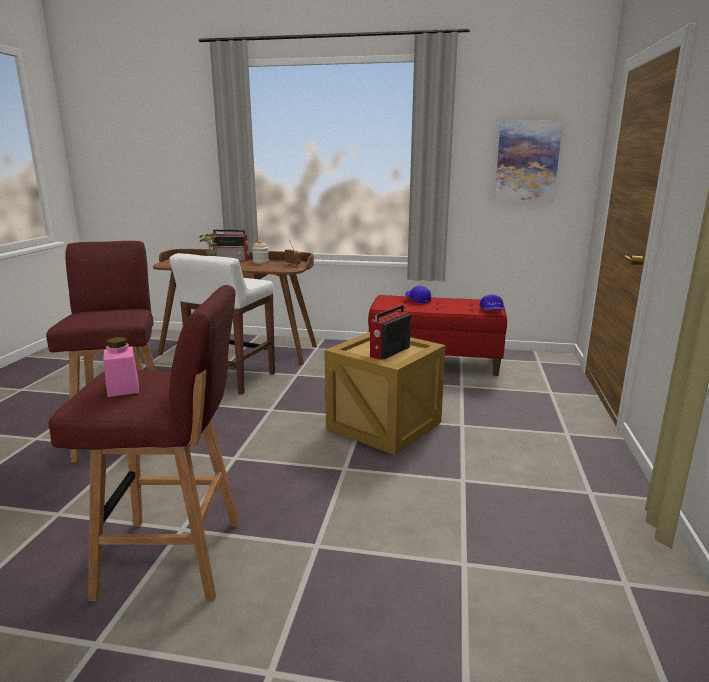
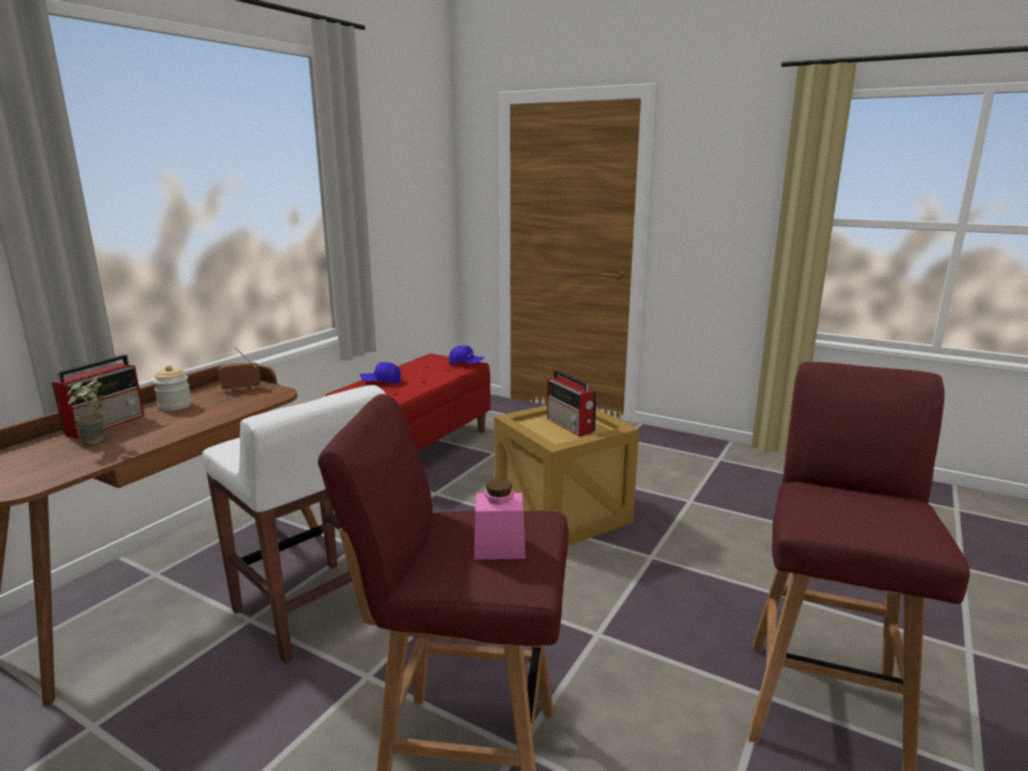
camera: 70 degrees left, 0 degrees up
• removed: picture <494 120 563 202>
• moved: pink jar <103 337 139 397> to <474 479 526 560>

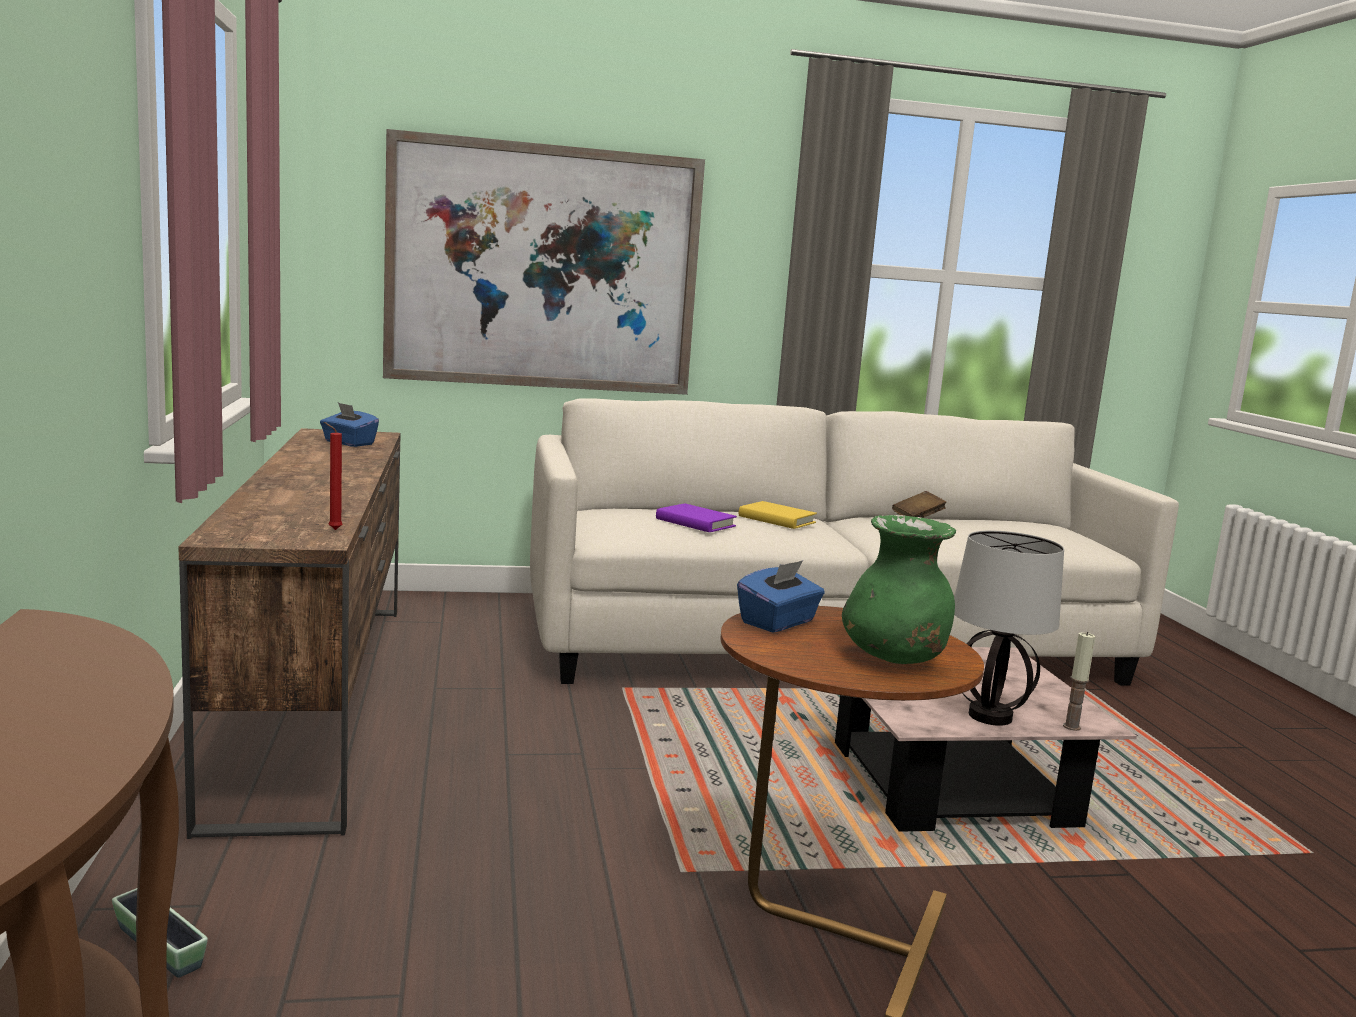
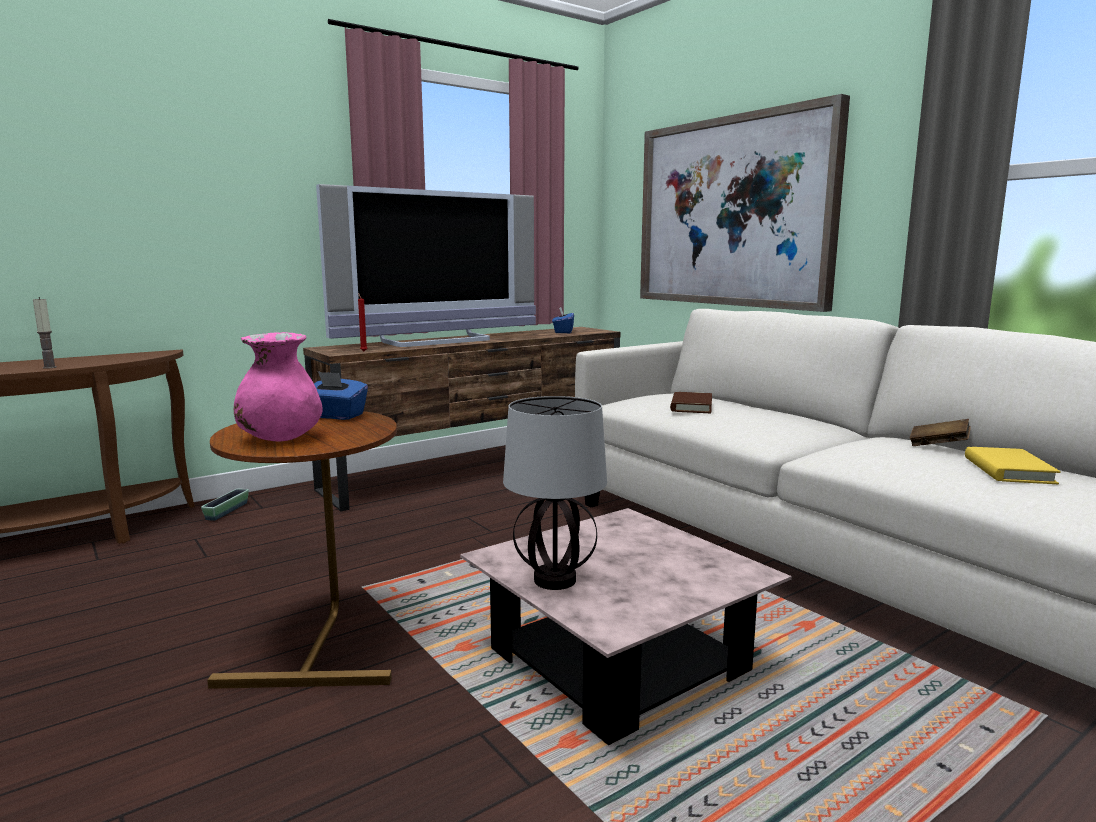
camera: 65 degrees right, 0 degrees up
• added: television <316 184 536 347>
• moved: yellow book <739 501 817 529> to <965 447 1061 484>
• moved: candle <1063 632 1095 731> to <33 297 57 369>
• recoloured: purple book <656 503 737 532> to brown book <670 392 712 413>
• recoloured: green vase <842 515 956 664> to pink vase <234 332 323 441>

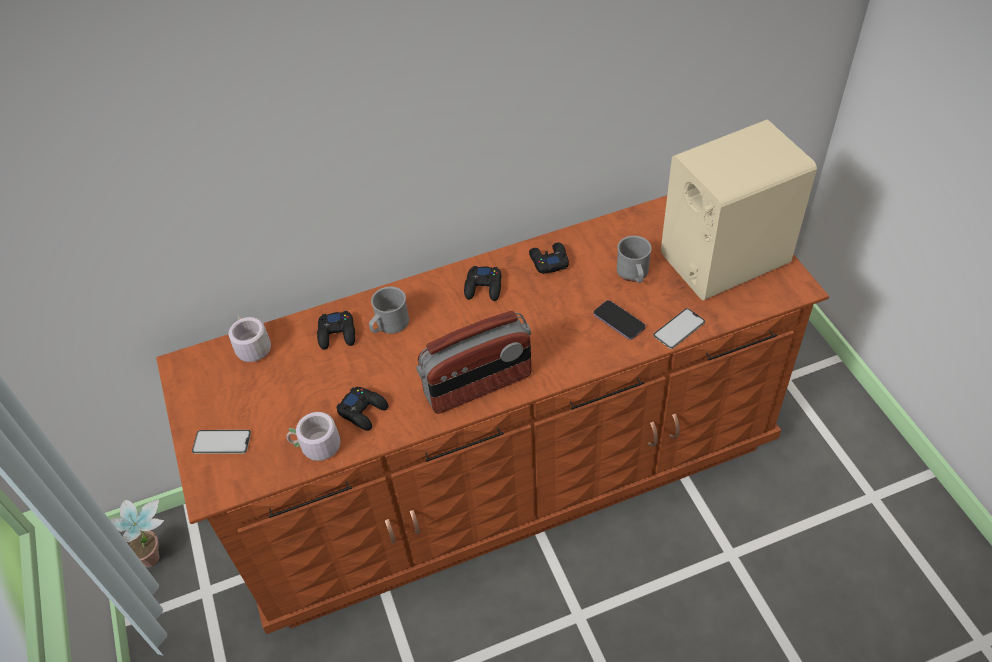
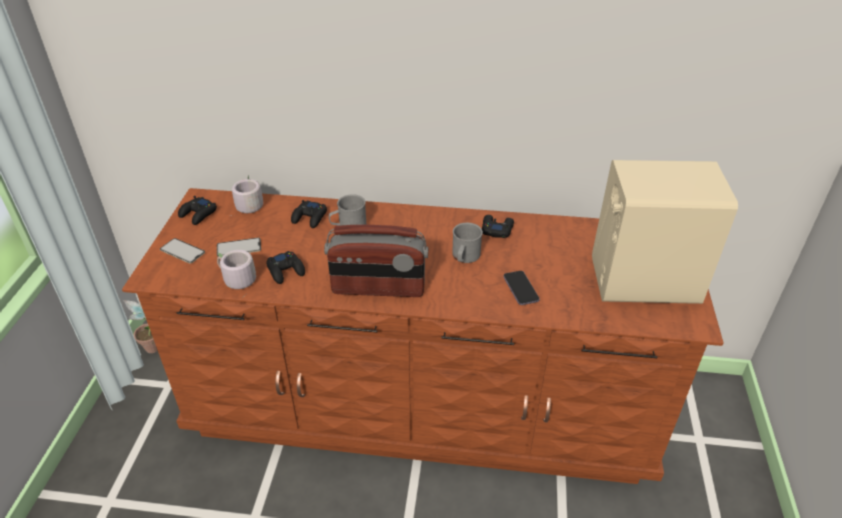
camera: 25 degrees right, 10 degrees down
• moved: black game controller <464 266 501 301> to <178 196 217 225>
• moved: grey mug <617 236 652 283> to <452 223 483 263>
• moved: phone <653 308 705 349> to <217 238 261 257>

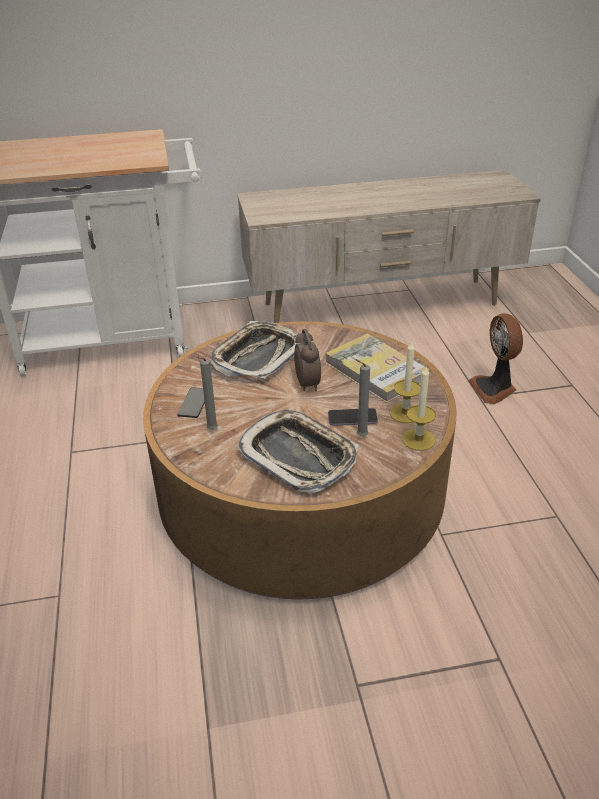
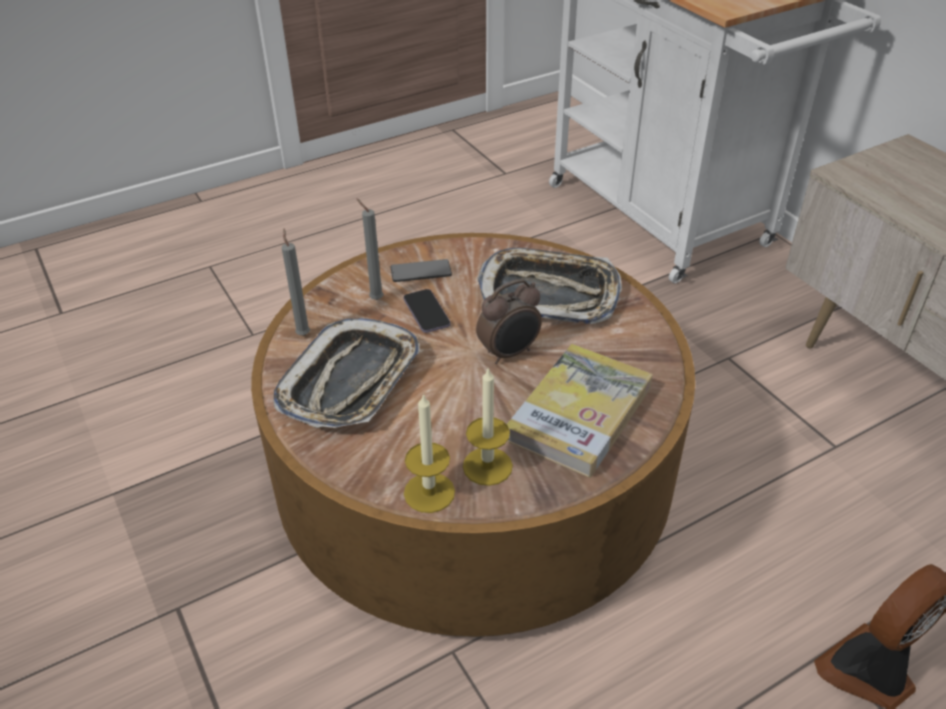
camera: 70 degrees right, 5 degrees up
• moved: phone <328 408 378 426> to <404 289 451 333>
• moved: grey candle <355 359 370 436> to <282 229 310 335>

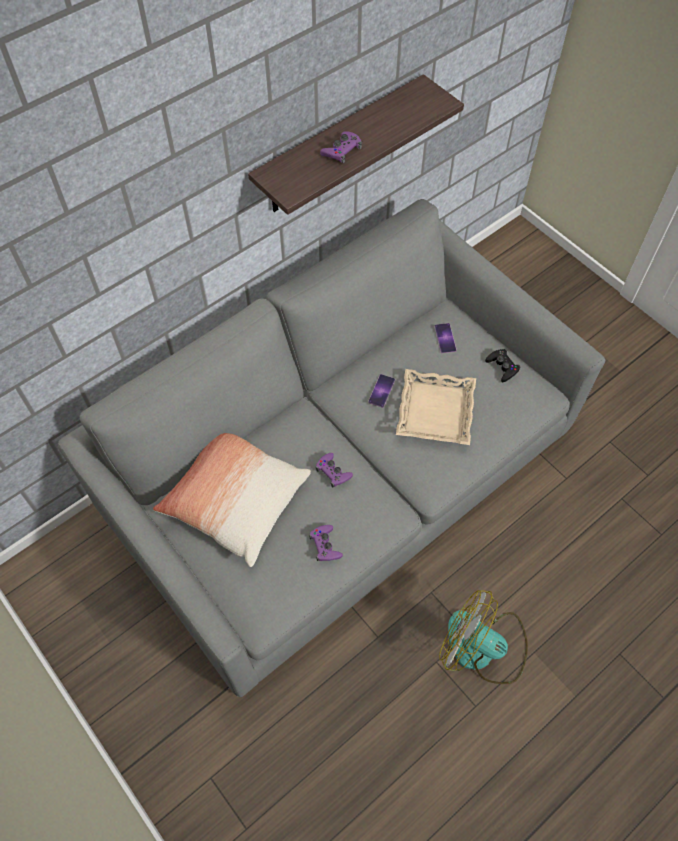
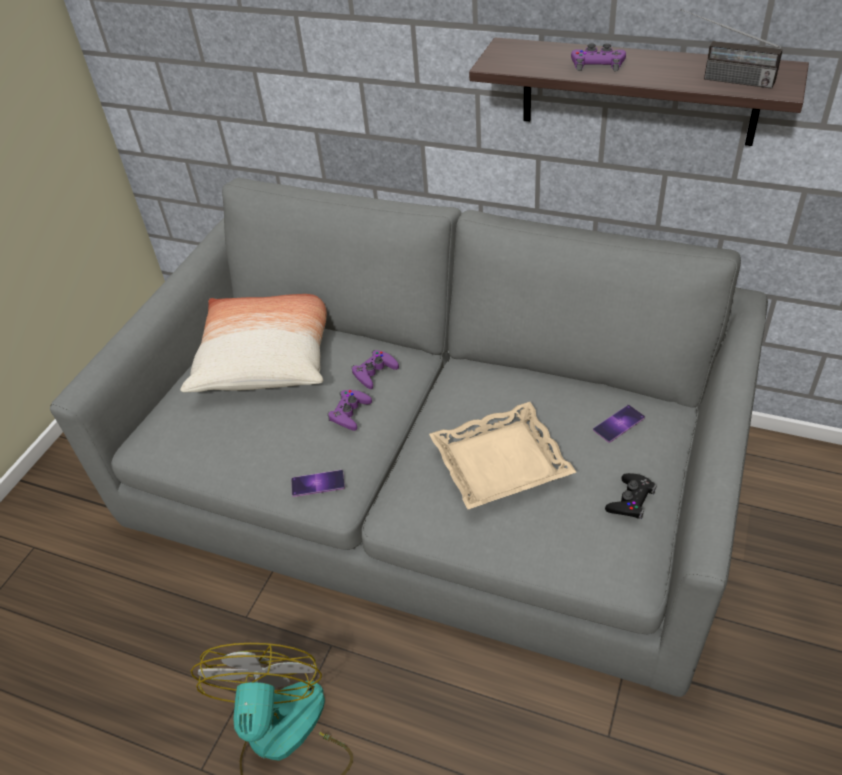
camera: 65 degrees right, 15 degrees down
• added: radio <680 9 782 89>
• moved: purple game controller <309 525 343 561> to <351 350 399 389>
• moved: phone <368 374 395 408> to <291 470 345 497>

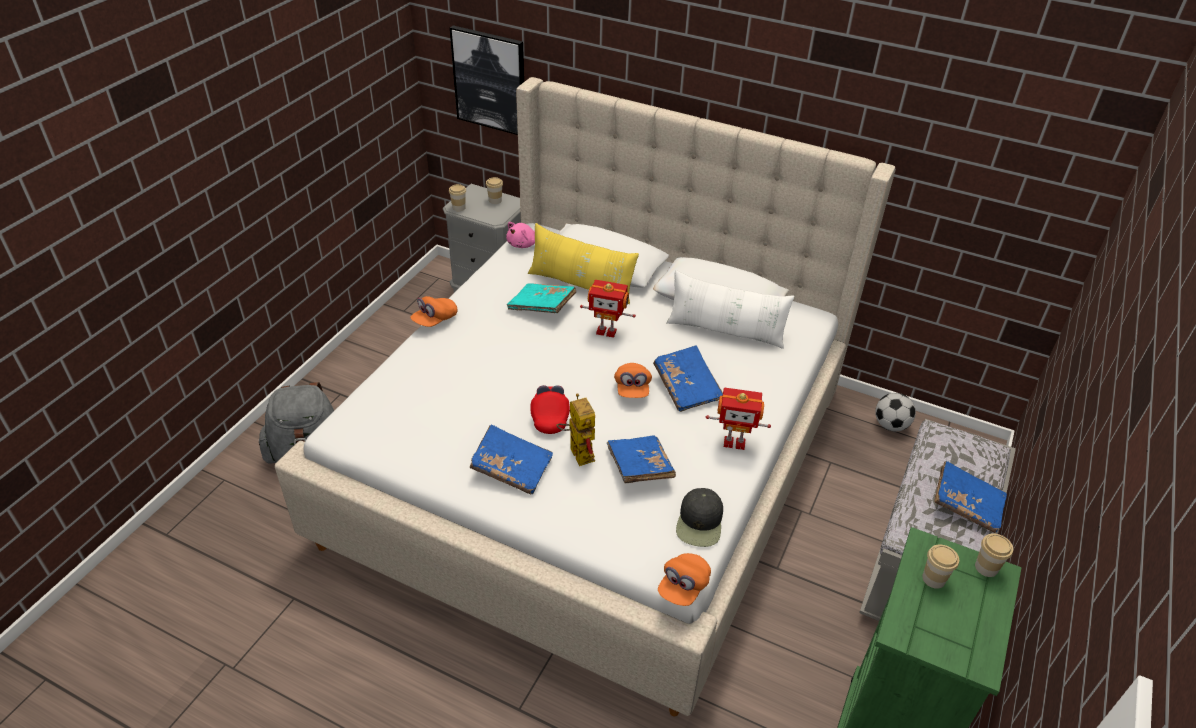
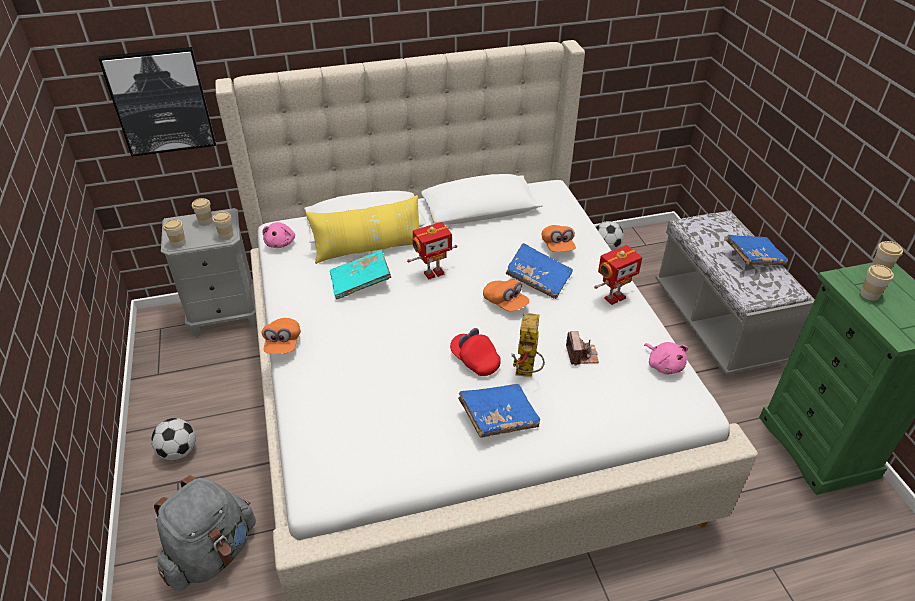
camera: 40 degrees left, 0 degrees up
• removed: white pillow <666 270 794 349>
• added: football <151 418 196 460>
• added: cup <212 211 233 240>
• moved: orange cap <658 553 711 606> to <542 225 576 252>
• replaced: blue book <607 435 676 483> to photo camera <566 331 599 366>
• replaced: black cap <676 488 723 547> to pink plush toy <644 342 688 375>
• turned: toy robot <556 393 595 466> = <512 313 545 377> 105 degrees counterclockwise

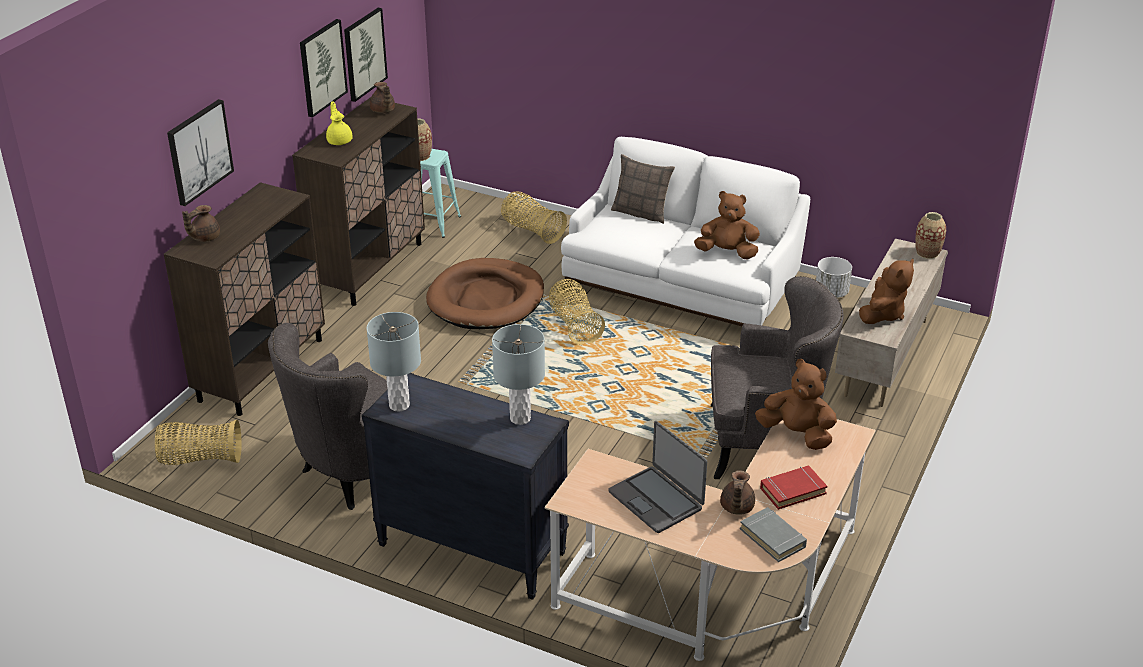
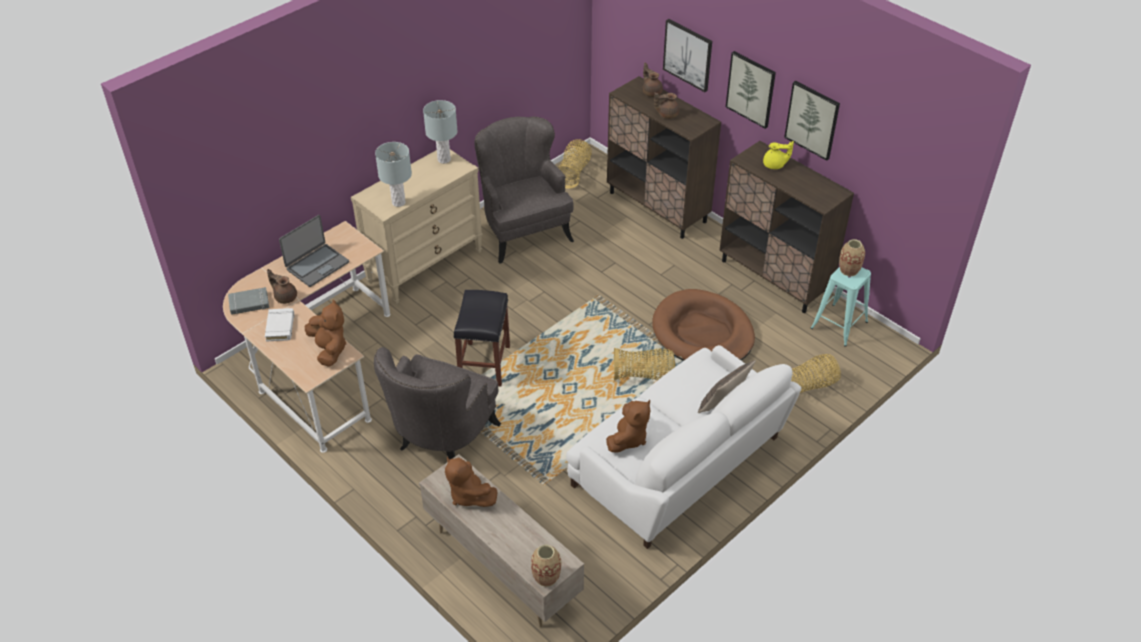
camera: 110 degrees right, 10 degrees up
• removed: white planter <816 257 852 298>
• added: black stool <454 290 510 386>
• moved: picture <344 8 388 102> to <726 51 776 129>
• moved: brown teapot <370 82 395 113> to <654 93 679 119>
• recoloured: black dresser <362 373 569 600> to beige dresser <351 149 483 304>
• recoloured: red book <760 466 827 510> to white book <265 308 294 342>
• turned: laptop <609 421 707 533> = <279 215 349 287> 150 degrees clockwise
• turned: brown plush toy <755 359 837 450> = <305 299 346 367> 75 degrees counterclockwise

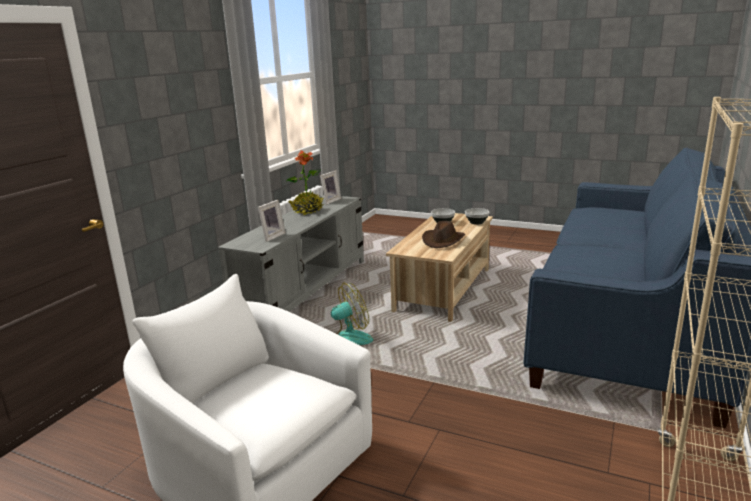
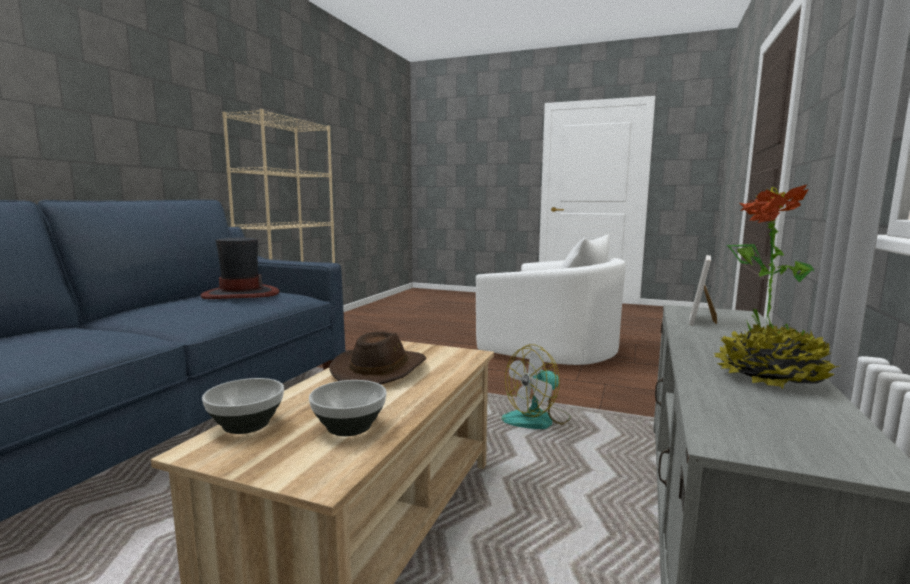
camera: 175 degrees right, 10 degrees down
• removed: picture frame <320 171 341 205>
• added: hat <200 238 279 299>

